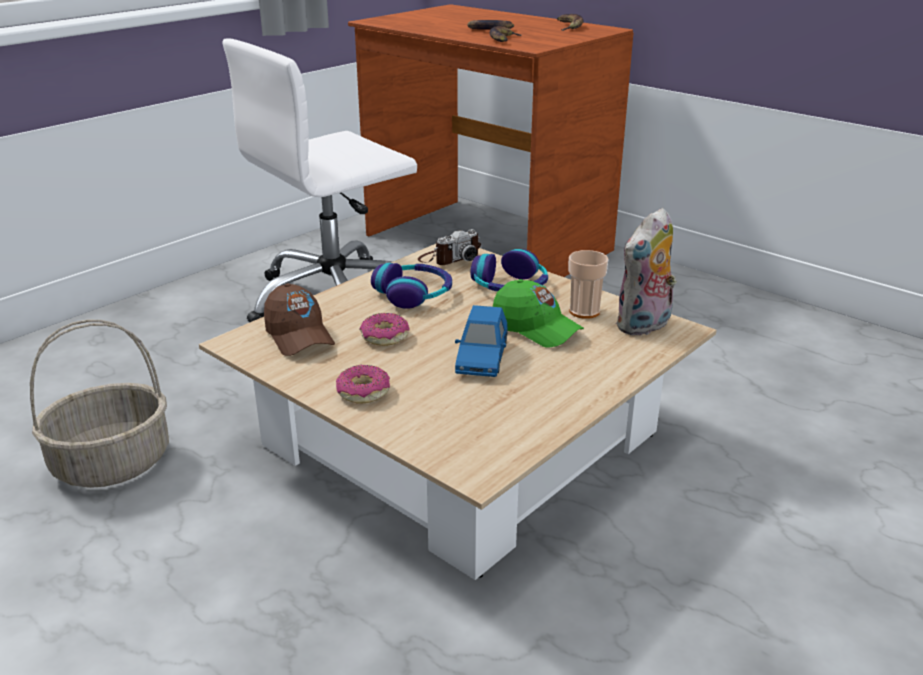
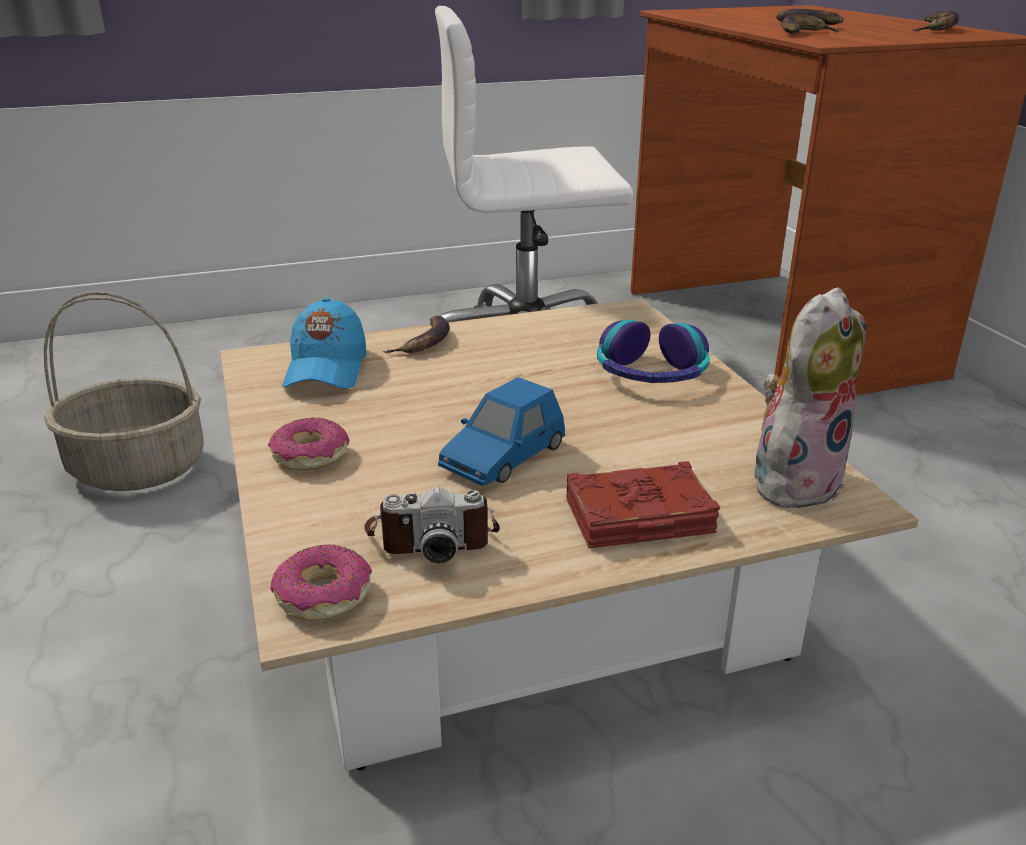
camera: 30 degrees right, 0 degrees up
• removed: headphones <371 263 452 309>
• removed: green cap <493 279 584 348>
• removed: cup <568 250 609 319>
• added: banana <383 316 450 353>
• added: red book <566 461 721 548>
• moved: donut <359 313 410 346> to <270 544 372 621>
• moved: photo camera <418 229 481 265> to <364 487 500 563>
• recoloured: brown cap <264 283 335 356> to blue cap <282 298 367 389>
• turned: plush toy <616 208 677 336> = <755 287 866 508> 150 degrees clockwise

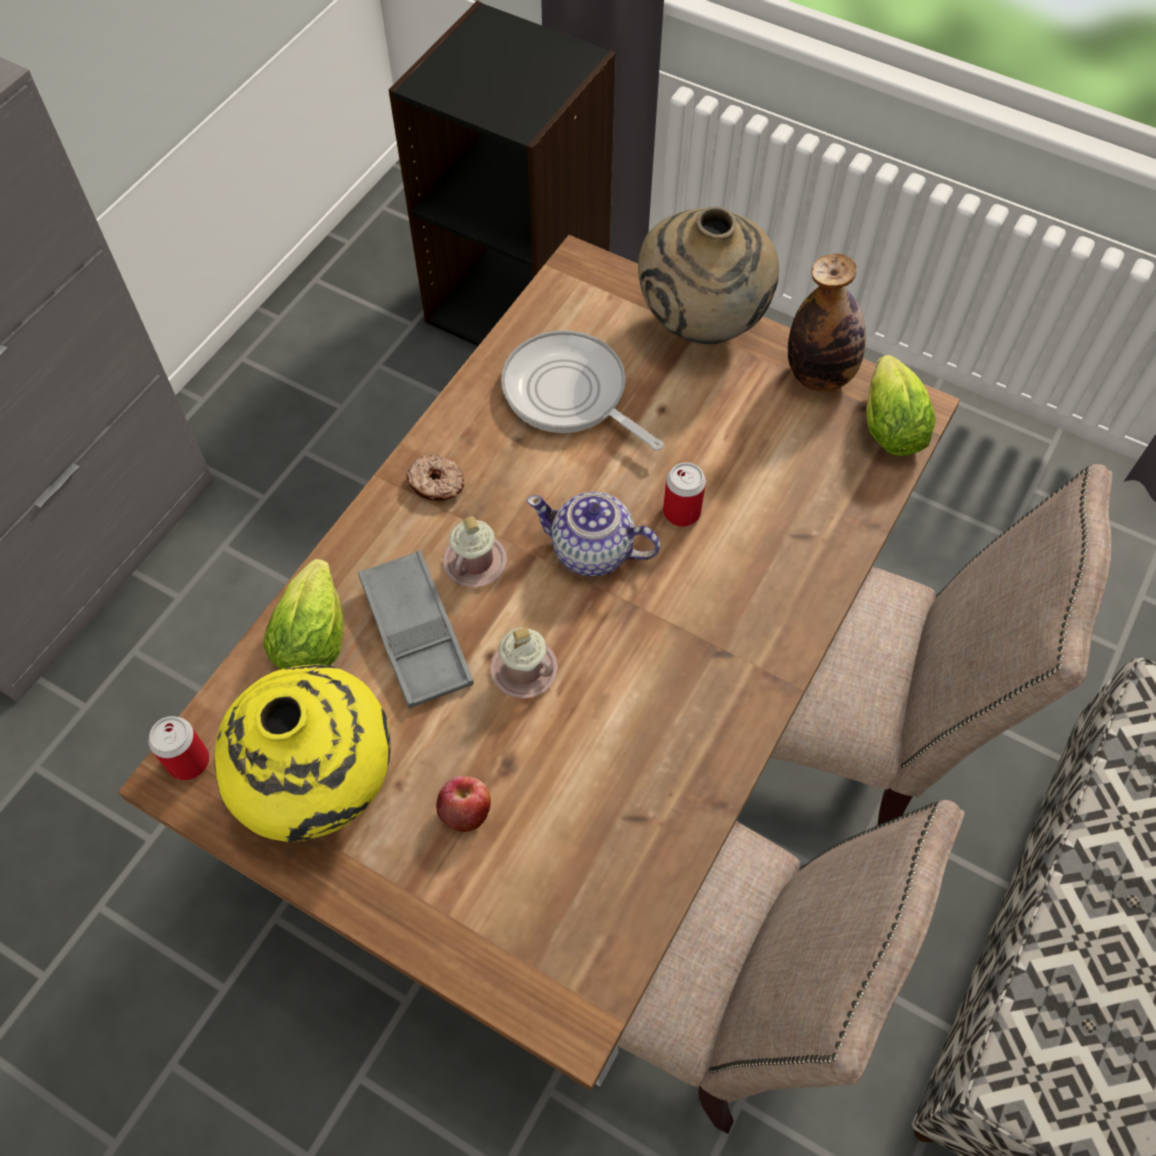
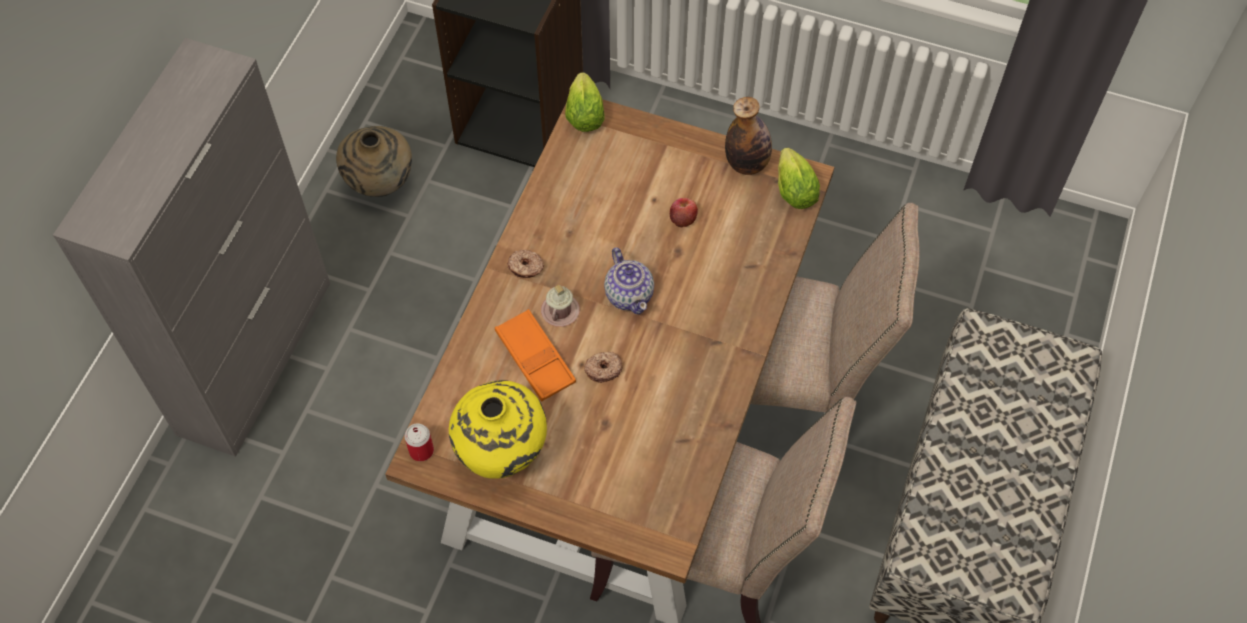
camera: 10 degrees left, 0 degrees up
• removed: frying pan <501 330 664 451>
• removed: can <663 462 706 526>
• moved: lettuce <264 559 344 670> to <565 72 604 132>
• moved: apple <436 776 491 832> to <670 198 698 227>
• moved: beige vase <638 207 779 344> to <336 126 412 197>
• replaced: pink mug <490 627 558 699> to donut <584 352 622 383>
• recoloured: grey tray <358 550 474 709> to orange tray <495 309 576 402>
• turned: teapot <527 492 660 576> = <604 247 654 314> 120 degrees counterclockwise

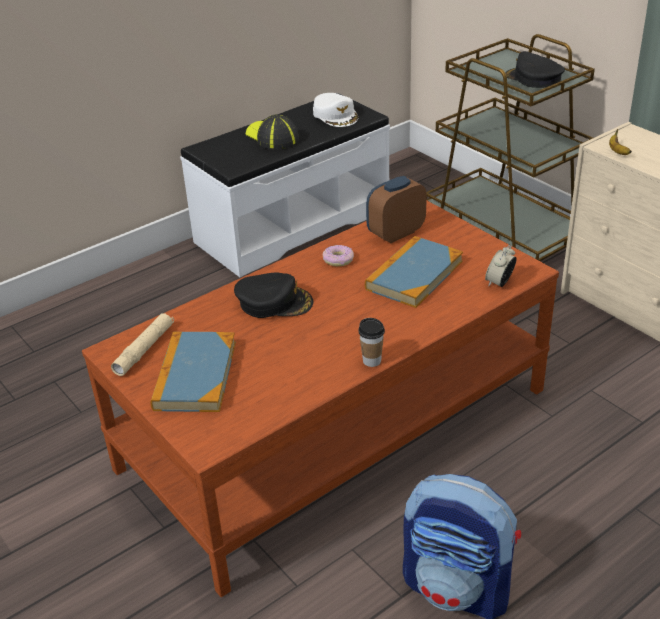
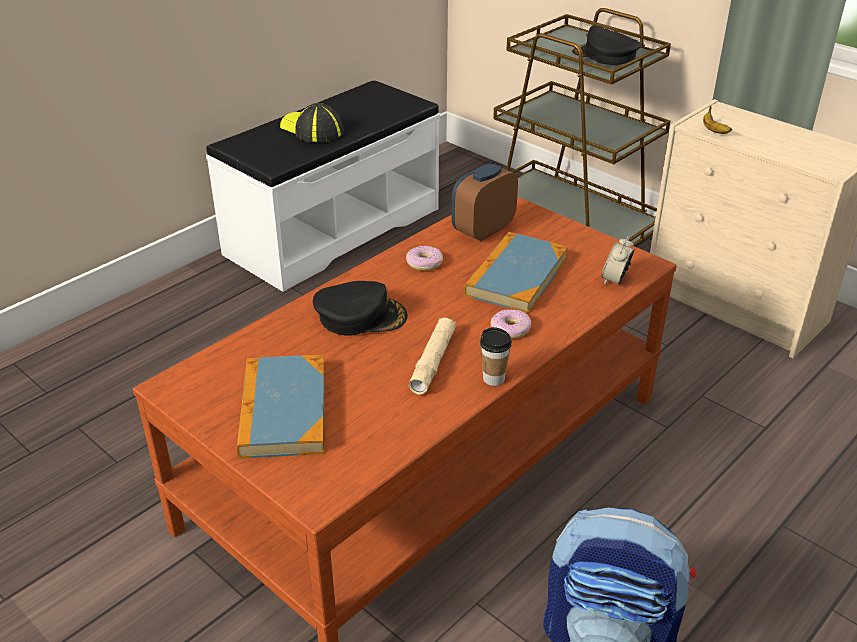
camera: 10 degrees left, 0 degrees up
• removed: white cap <313 93 358 127>
• added: donut <491 309 531 339>
• moved: beige flashlight <111 313 174 376> to <408 318 456 395>

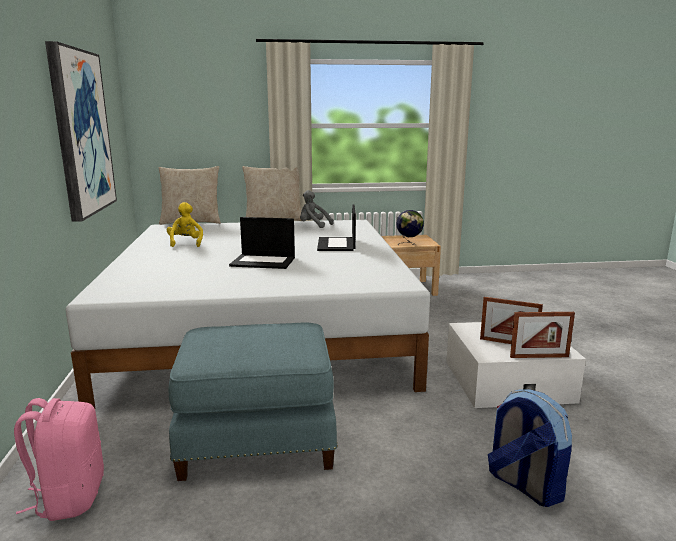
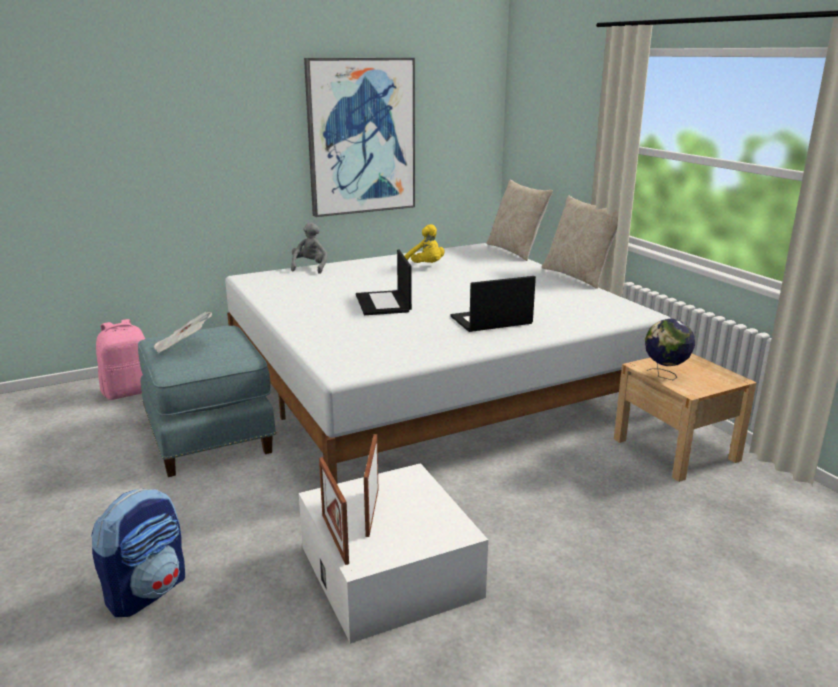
camera: 70 degrees right, 5 degrees up
• added: newspaper <154 312 212 354>
• moved: grey plush toy <300 190 334 228> to <291 222 327 274>
• turned: yellow plush toy <167 202 203 247> = <405 224 444 263> 75 degrees clockwise

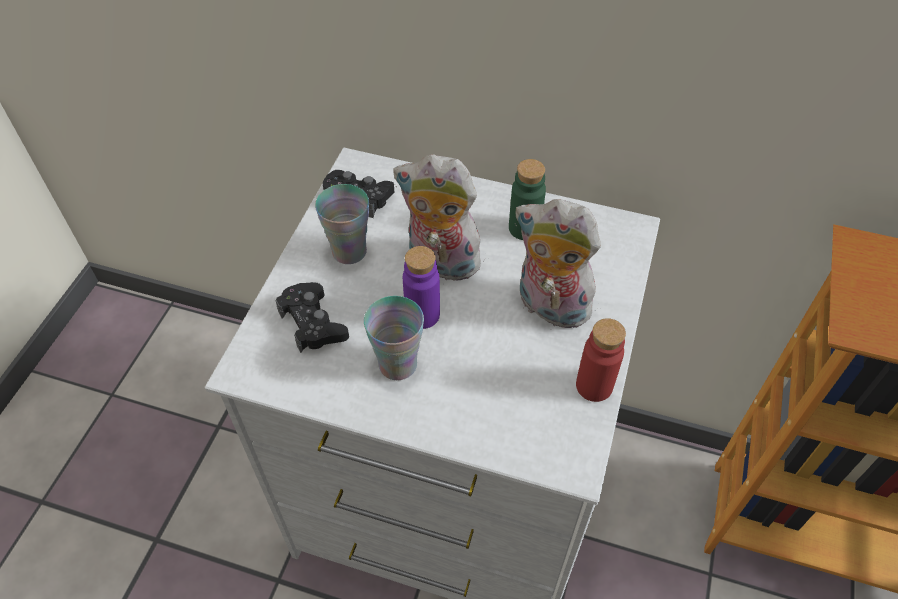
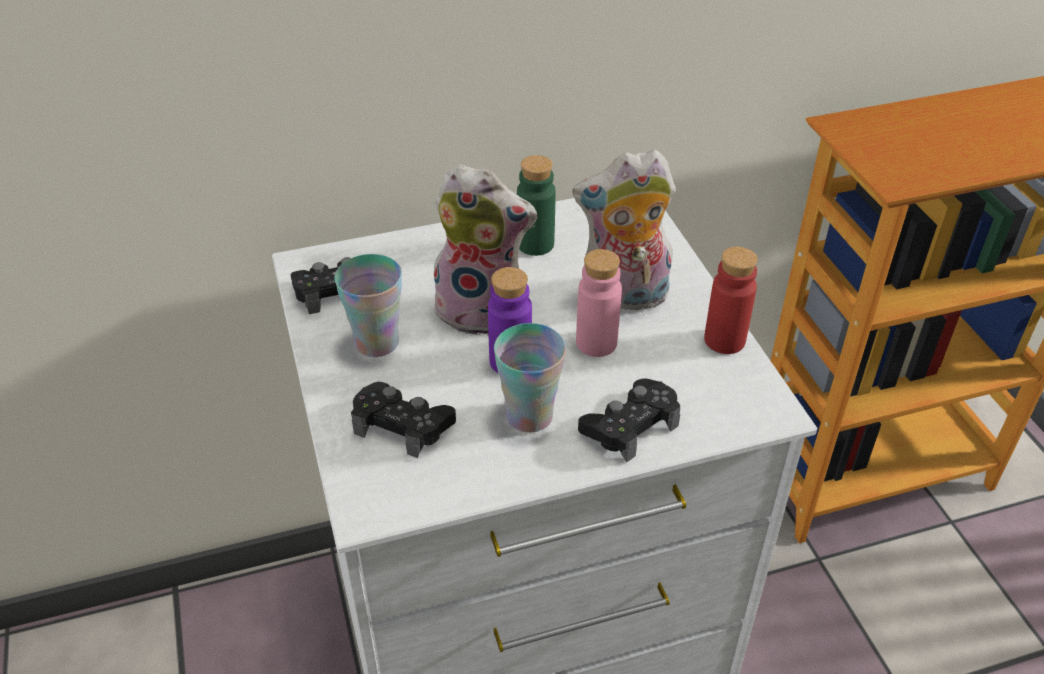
camera: 35 degrees left, 10 degrees down
• added: pink bottle <576 249 622 357>
• added: black game controller <578 378 680 462>
• turned: plush toy <393 154 486 281> = <430 164 537 336> 150 degrees counterclockwise

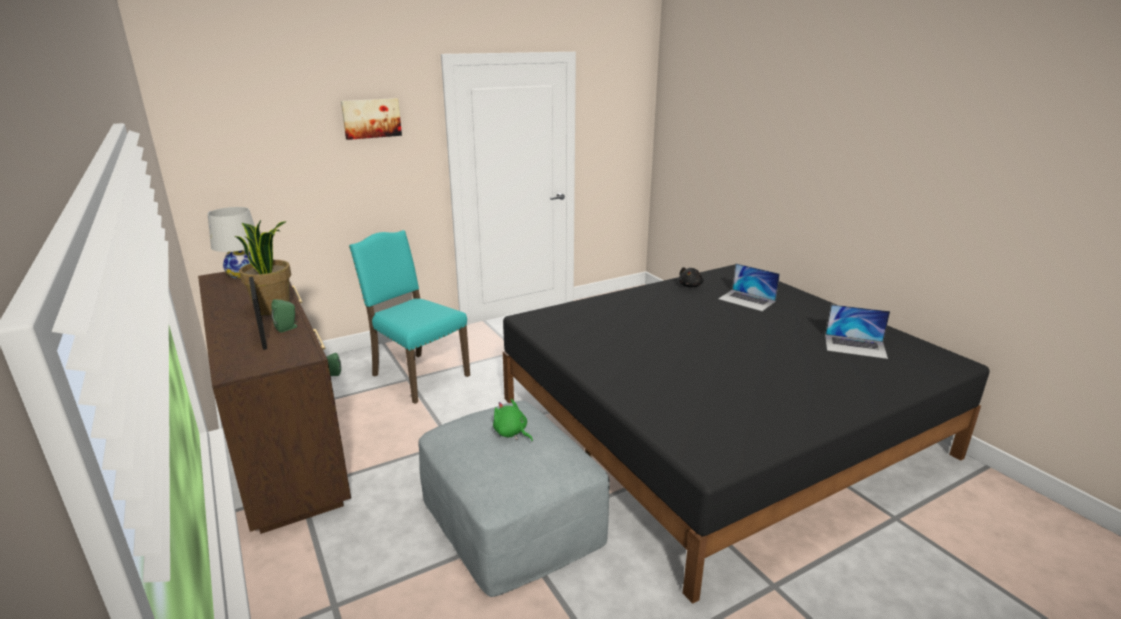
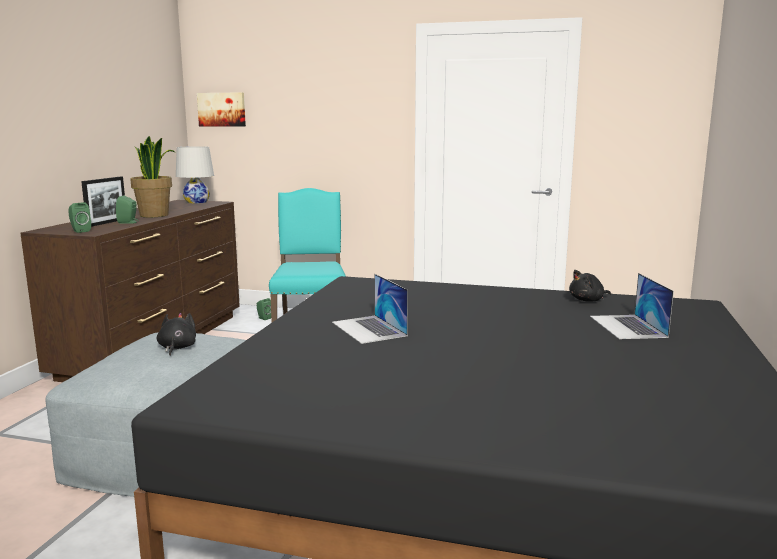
camera: 45 degrees right, 10 degrees down
• added: green speaker <68 202 91 233>
• moved: picture <341 98 402 140> to <197 92 246 127>
• moved: laptop <825 304 890 359> to <332 274 408 344>
• recoloured: green plush toy <493 399 533 441> to black plush toy <157 313 196 356>

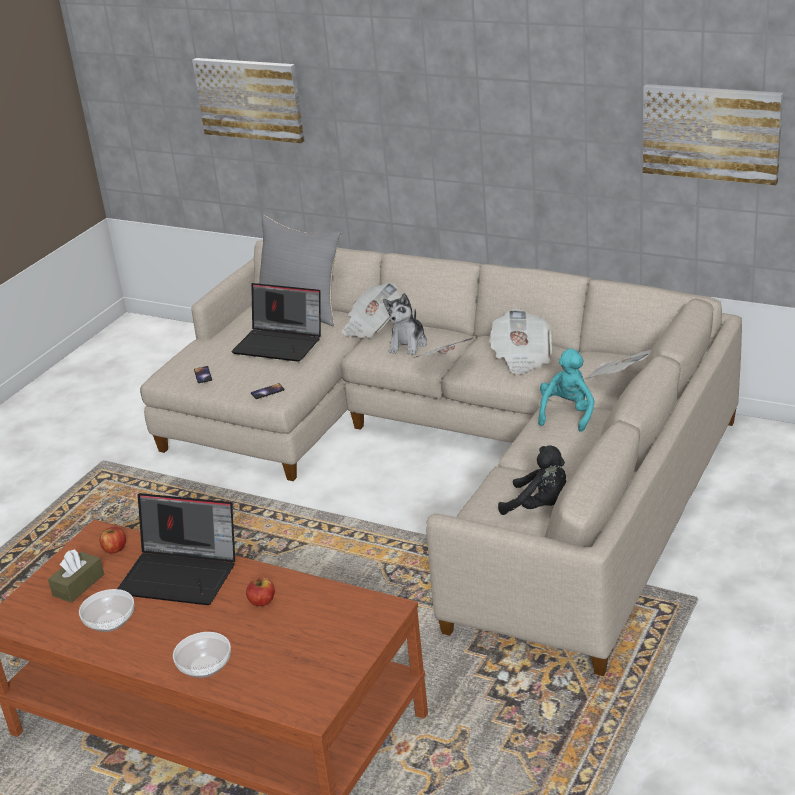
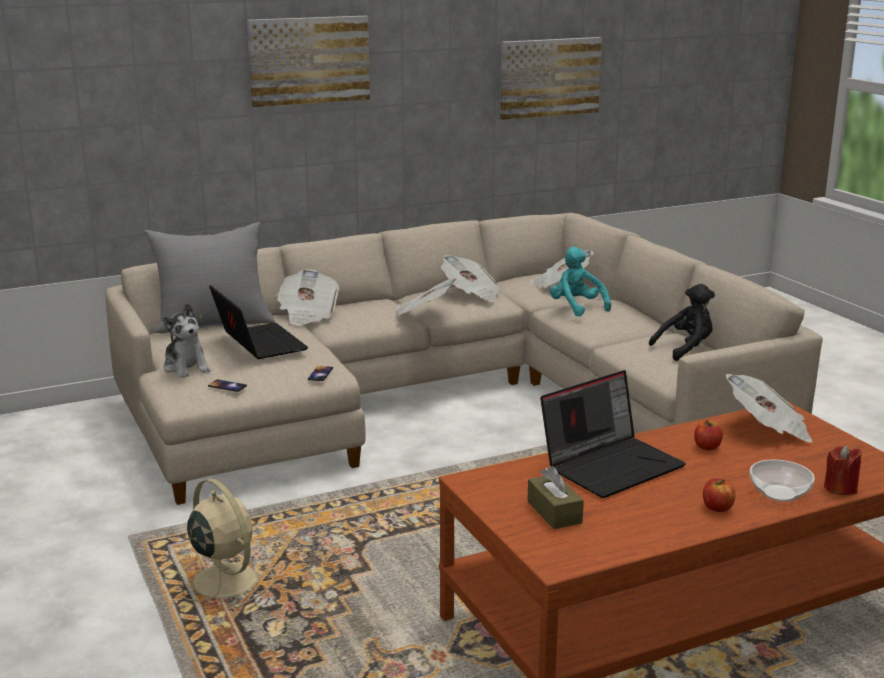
camera: 55 degrees left, 10 degrees down
• removed: bowl <79 589 134 632>
• added: beige fan <178 479 274 609>
• added: newspaper <726 374 812 442>
• added: red candle <824 446 862 495>
• moved: apple <100 527 126 553> to <703 478 735 512>
• moved: picture <192 58 305 143> to <247 16 370 107>
• moved: plush toy <383 293 427 355> to <162 303 210 378>
• turned: laptop <231 283 321 362> = <209 285 308 359> 90 degrees counterclockwise

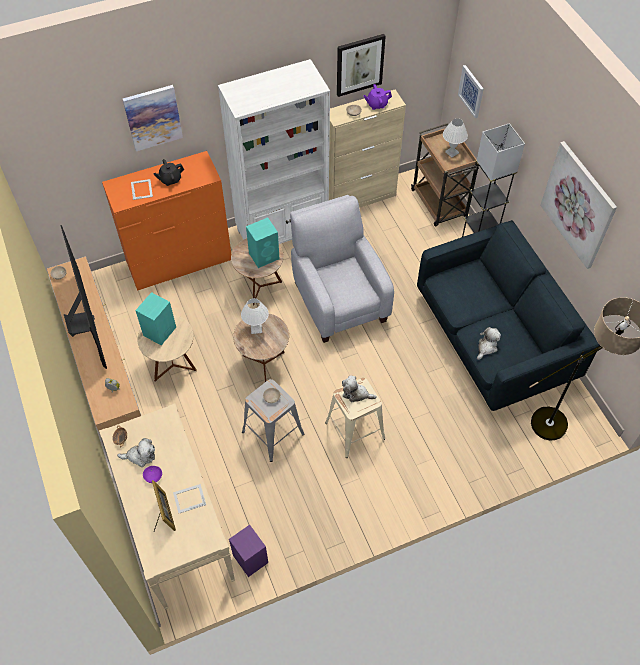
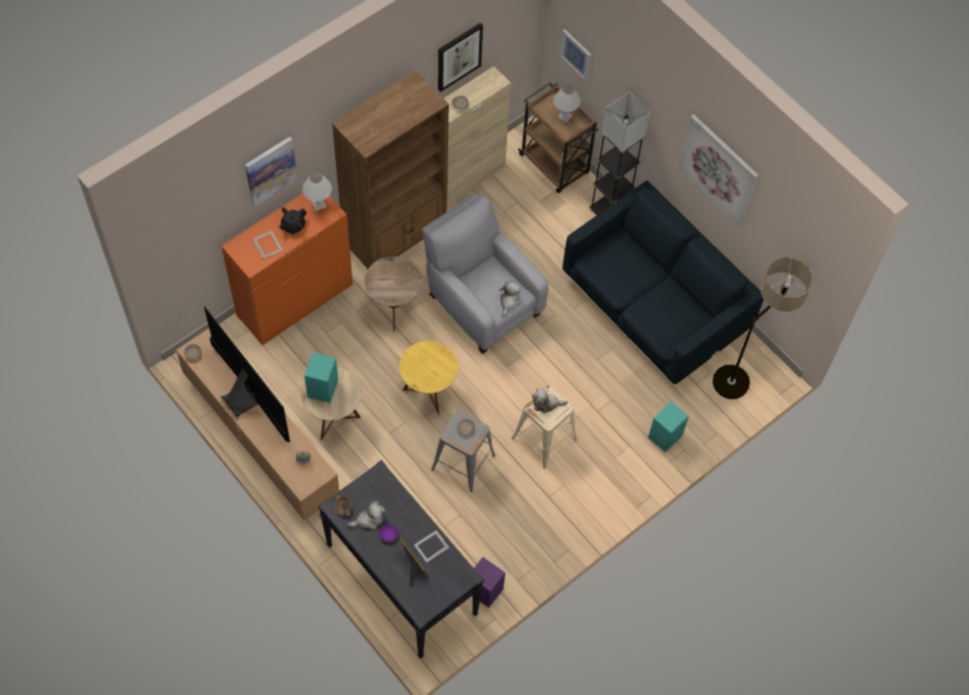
camera: 20 degrees left, 5 degrees up
• removed: purple teapot <363 84 392 110>
• moved: white table lamp <241 298 269 334> to <303 172 332 211>
• moved: turquoise speaker <246 217 280 268> to <648 401 689 452>
• moved: plush toy <477 327 501 360> to <499 281 520 317>
• recoloured: beige console table <99 403 235 609> to black console table <318 460 484 659>
• recoloured: white bookcase <218 59 330 244> to brown bookcase <332 71 449 270>
• recoloured: brown side table <233 313 289 382> to yellow side table <399 341 458 415>

